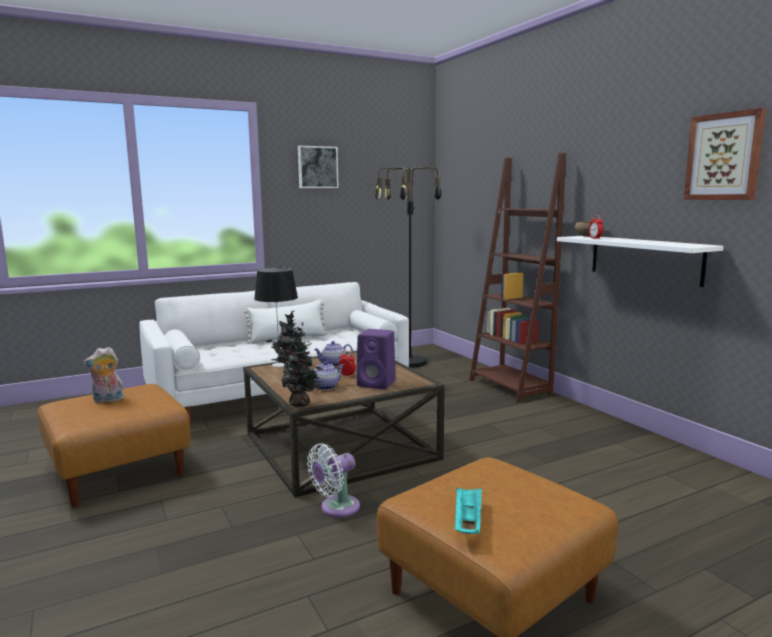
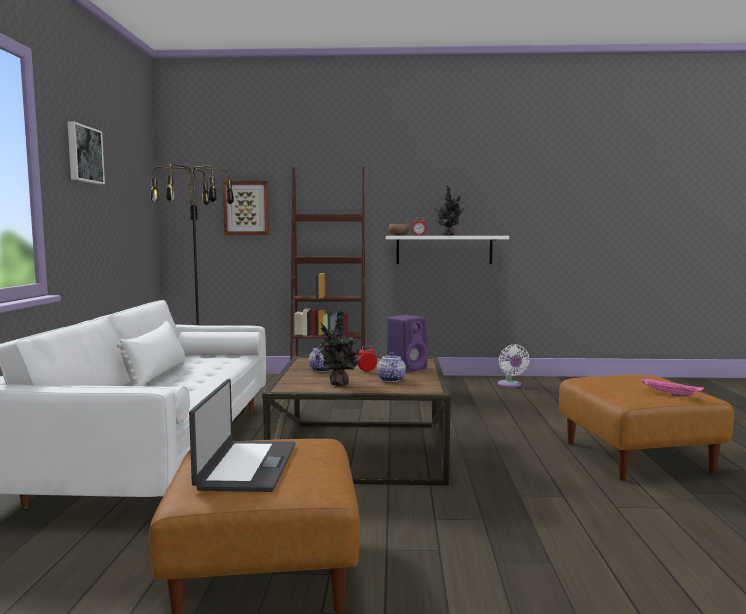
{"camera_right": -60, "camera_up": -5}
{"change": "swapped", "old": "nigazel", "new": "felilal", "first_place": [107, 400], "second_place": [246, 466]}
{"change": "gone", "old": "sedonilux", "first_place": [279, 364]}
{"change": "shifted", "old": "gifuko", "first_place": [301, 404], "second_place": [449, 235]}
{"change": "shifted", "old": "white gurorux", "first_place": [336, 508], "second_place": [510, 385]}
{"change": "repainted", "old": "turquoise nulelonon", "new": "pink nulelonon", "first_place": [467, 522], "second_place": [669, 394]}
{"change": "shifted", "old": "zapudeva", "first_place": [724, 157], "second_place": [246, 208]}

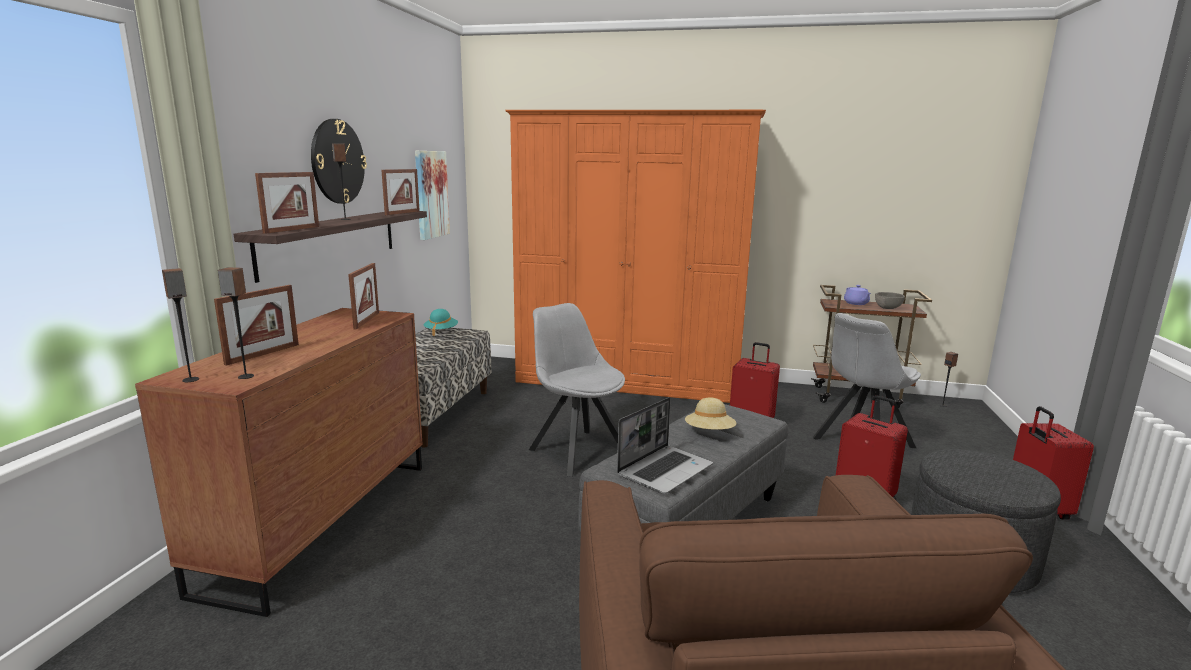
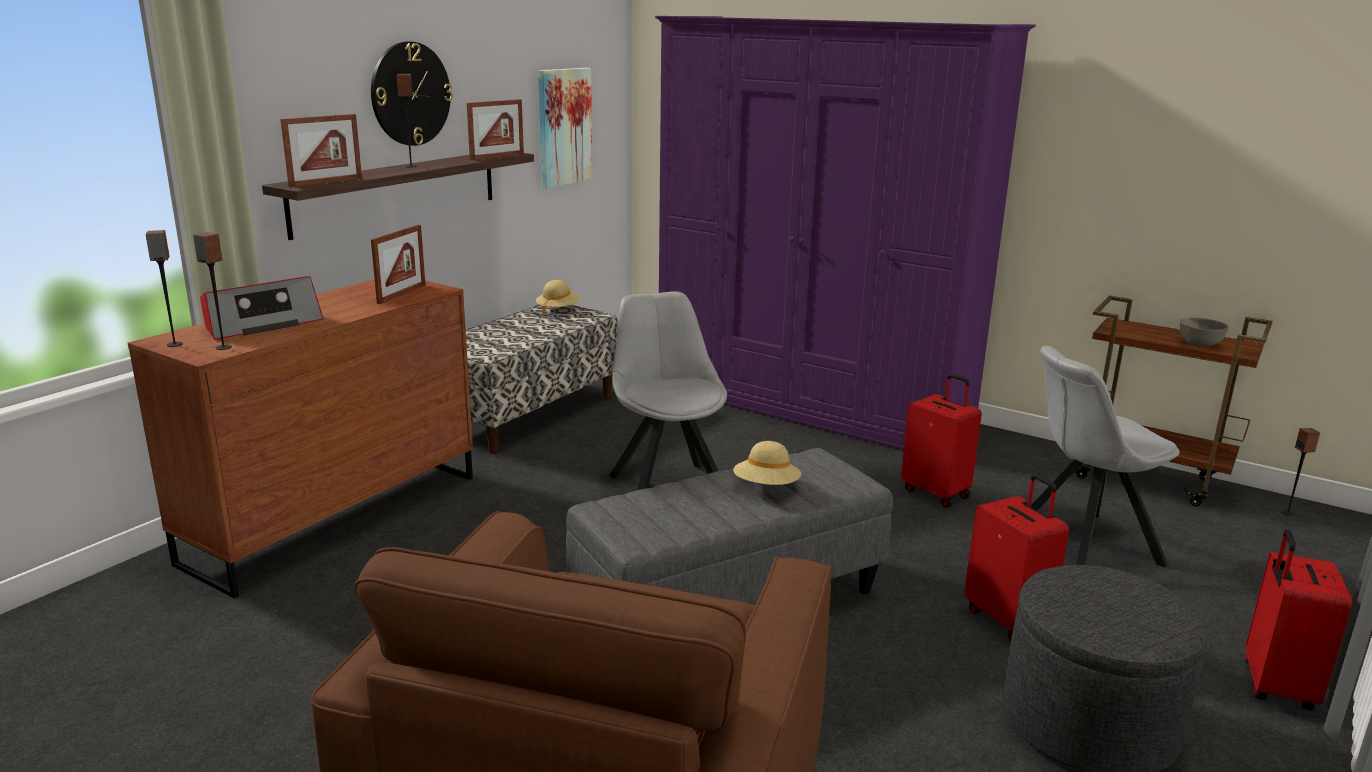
{"camera_right": 20, "camera_up": 5}
{"change": "swapped", "old": "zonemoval", "new": "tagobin", "first_place": [263, 354], "second_place": [261, 324]}
{"change": "repainted", "old": "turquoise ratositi", "new": "beige ratositi", "first_place": [441, 331], "second_place": [558, 309]}
{"change": "repainted", "old": "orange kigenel", "new": "purple kigenel", "first_place": [629, 381], "second_place": [811, 406]}
{"change": "gone", "old": "felilal", "first_place": [665, 470]}
{"change": "gone", "old": "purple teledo", "first_place": [856, 303]}

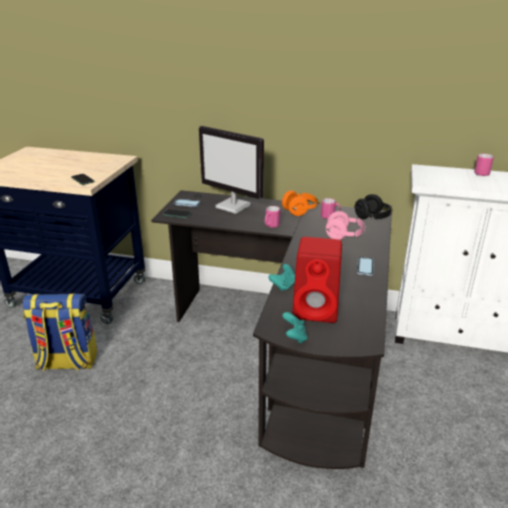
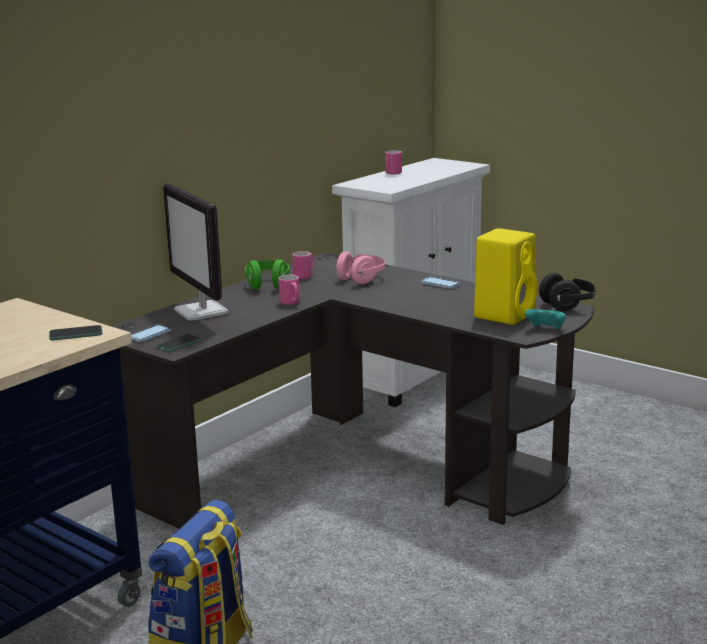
{"camera_right": -65, "camera_up": -10}
{"change": "rotated", "old": "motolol", "first_place": [233, 206], "second_place": [202, 312], "degrees": 90}
{"change": "gone", "old": "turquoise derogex", "first_place": [283, 286]}
{"change": "repainted", "old": "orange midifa", "new": "green midifa", "first_place": [300, 211], "second_place": [267, 285]}
{"change": "repainted", "old": "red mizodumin", "new": "yellow mizodumin", "first_place": [317, 310], "second_place": [505, 314]}
{"change": "shifted", "old": "black midifa", "first_place": [372, 218], "second_place": [568, 305]}

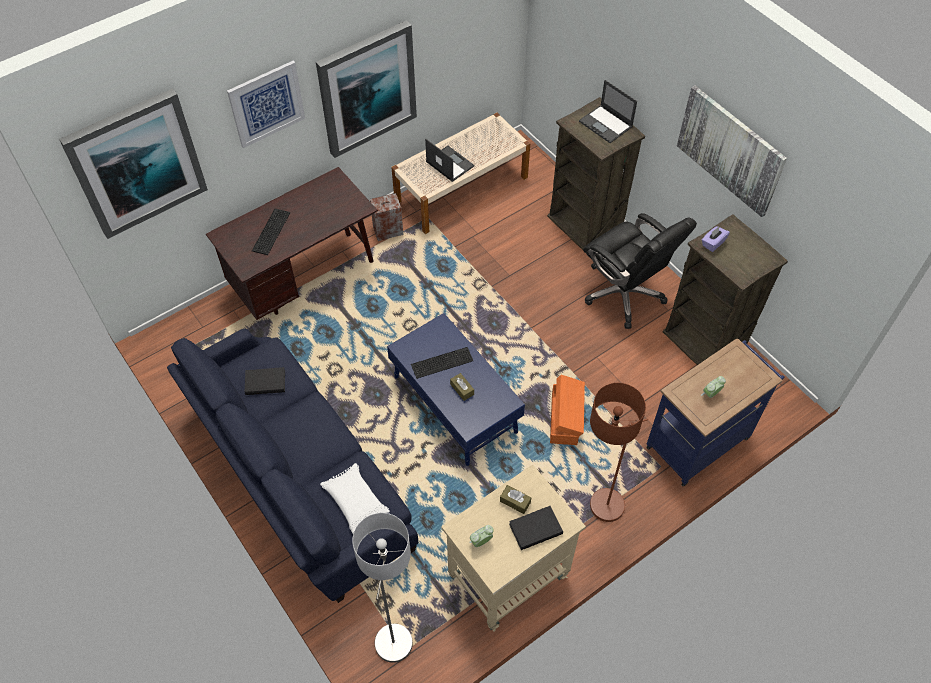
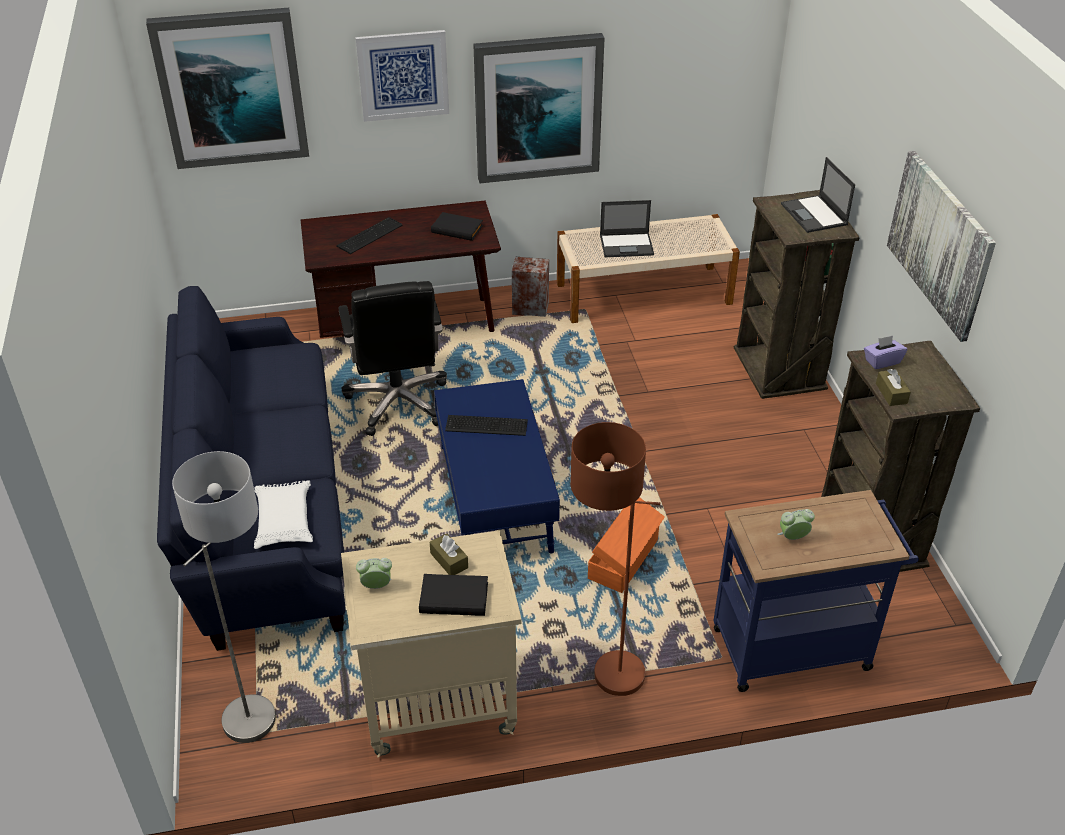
{"camera_right": 25, "camera_up": -15}
{"change": "shifted", "old": "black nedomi", "first_place": [265, 382], "second_place": [458, 228]}
{"change": "rotated", "old": "felilal", "first_place": [449, 163], "second_place": [627, 245], "degrees": 105}
{"change": "shifted", "old": "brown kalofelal", "first_place": [462, 389], "second_place": [891, 393]}
{"change": "shifted", "old": "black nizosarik", "first_place": [623, 294], "second_place": [398, 401]}

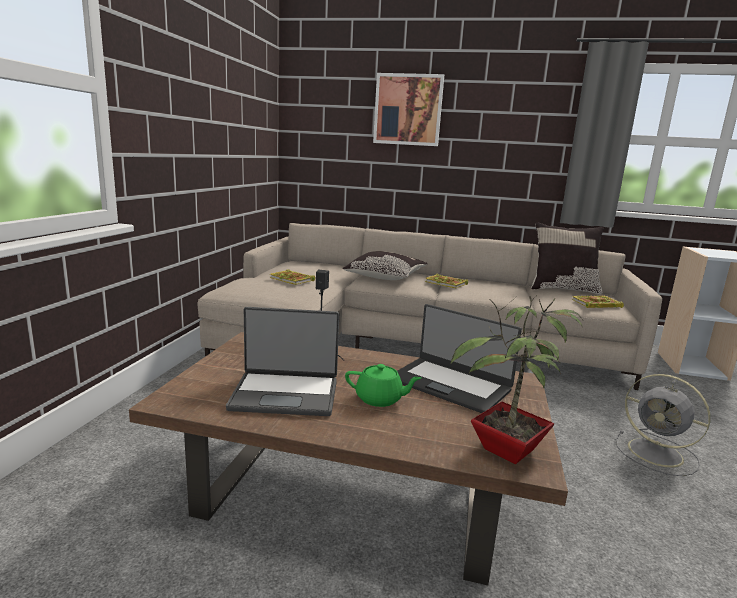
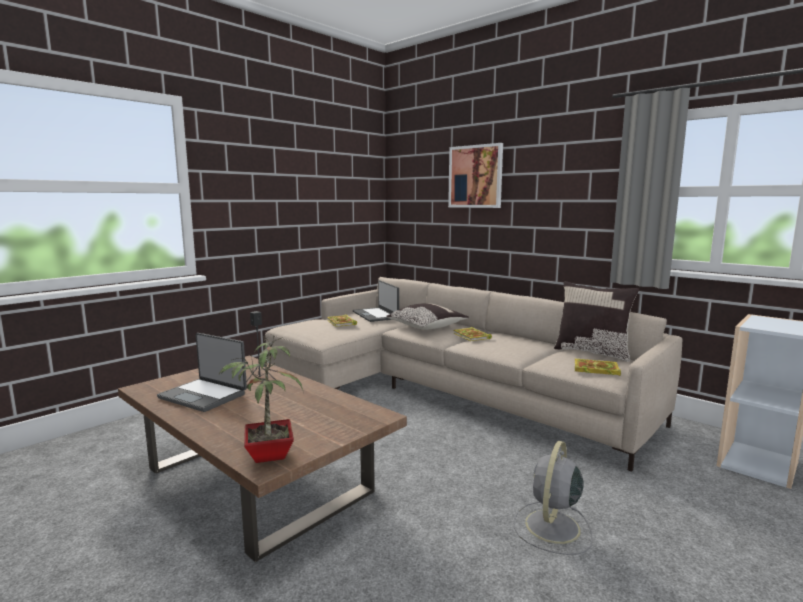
{"camera_right": 30, "camera_up": -5}
{"change": "gone", "old": "green teledo", "first_place": [380, 399]}
{"change": "shifted", "old": "felilal", "first_place": [450, 384], "second_place": [376, 315]}
{"change": "rotated", "old": "grey gurorux", "first_place": [657, 454], "second_place": [551, 528], "degrees": 45}

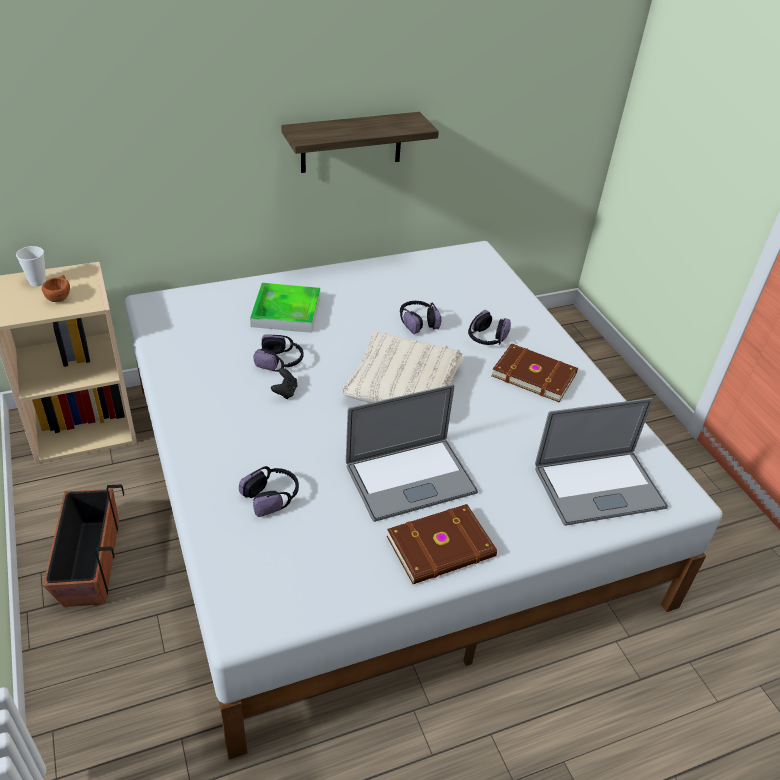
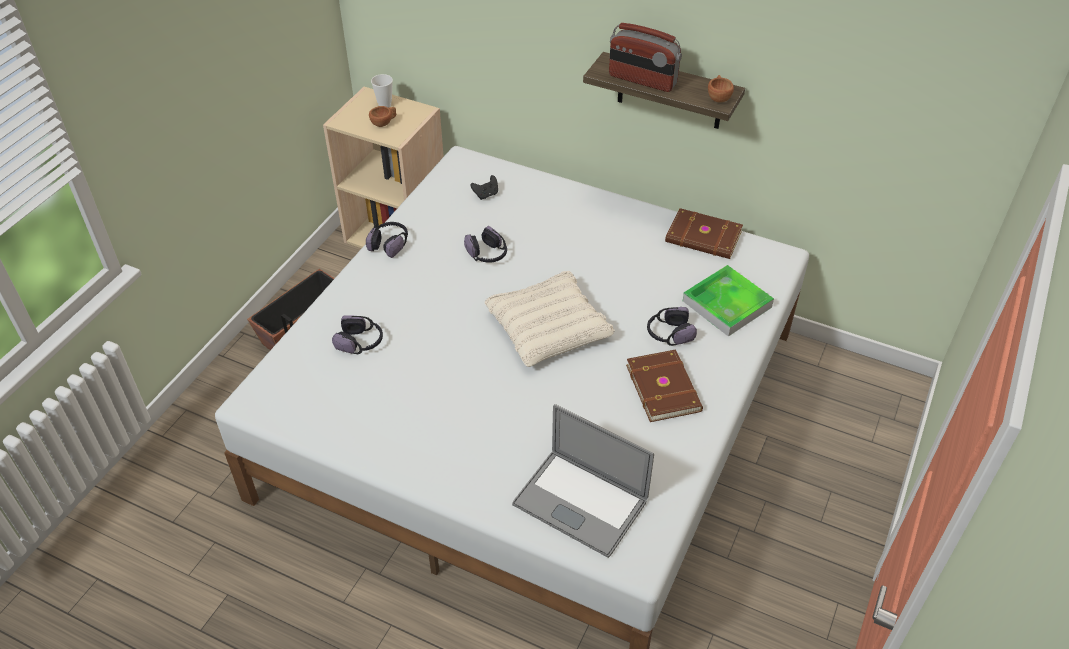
{"camera_right": 50, "camera_up": 5}
{"change": "shifted", "old": "nulelonon", "first_place": [286, 311], "second_place": [727, 304]}
{"change": "shifted", "old": "black derogex", "first_place": [285, 392], "second_place": [486, 194]}
{"change": "gone", "old": "felilal", "first_place": [410, 479]}
{"change": "shifted", "old": "brown nedomi", "first_place": [442, 548], "second_place": [703, 238]}
{"change": "shifted", "old": "midifa", "first_place": [418, 322], "second_place": [389, 244]}
{"change": "new", "new": "tagobin", "second_place": [642, 80]}
{"change": "new", "new": "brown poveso", "second_place": [718, 97]}

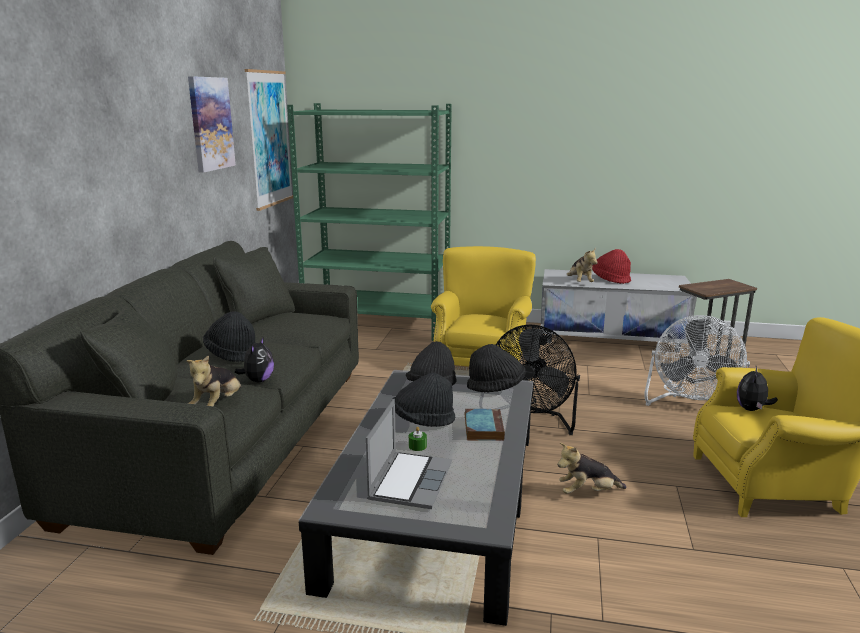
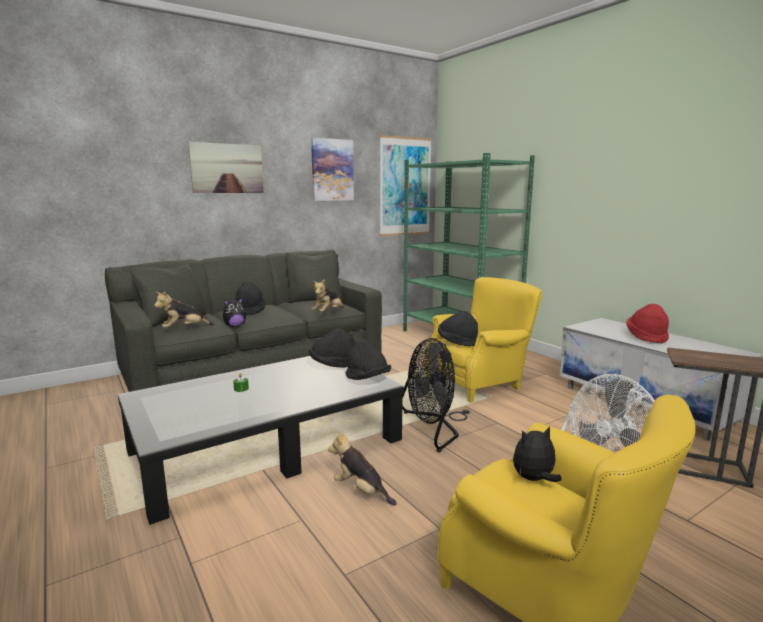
{"camera_right": 45, "camera_up": -5}
{"change": "gone", "old": "felilal", "first_place": [409, 481]}
{"change": "shifted", "old": "black ratositi", "first_place": [423, 421], "second_place": [457, 342]}
{"change": "gone", "old": "nedomi", "first_place": [483, 428]}
{"change": "shifted", "old": "nigazel", "first_place": [579, 282], "second_place": [328, 312]}
{"change": "new", "new": "zapudeva", "second_place": [227, 168]}

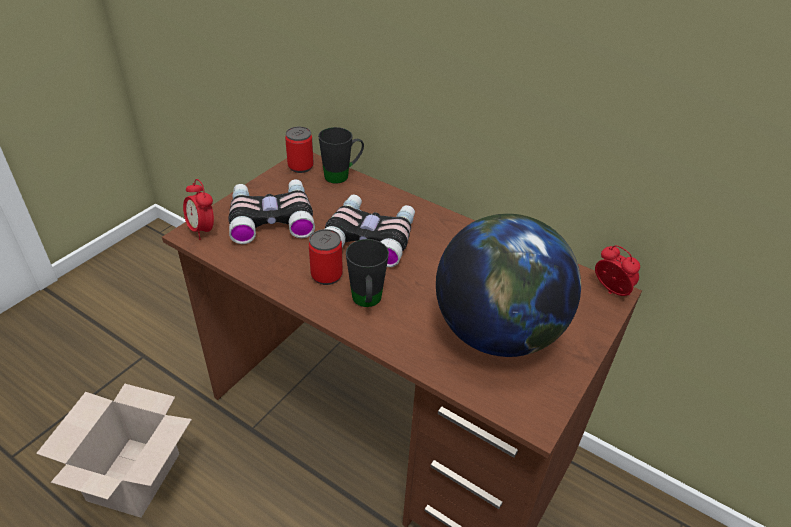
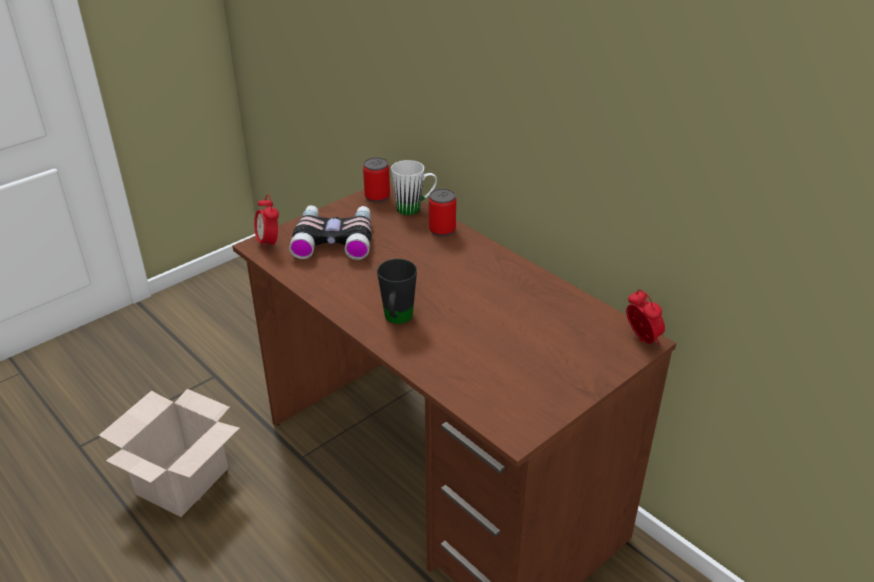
{"camera_right": 15, "camera_up": -5}
{"change": "shifted", "old": "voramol", "first_place": [326, 275], "second_place": [442, 230]}
{"change": "repainted", "old": "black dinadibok", "new": "white dinadibok", "first_place": [342, 175], "second_place": [415, 208]}
{"change": "gone", "old": "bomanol", "first_place": [370, 236]}
{"change": "gone", "old": "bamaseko", "first_place": [497, 332]}

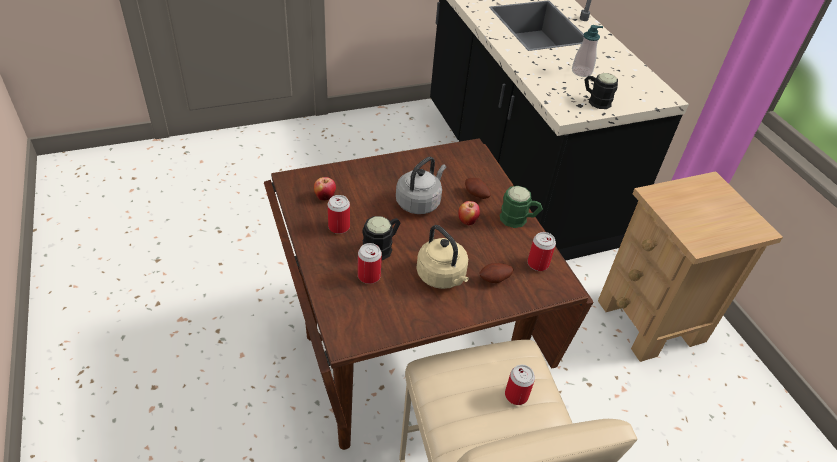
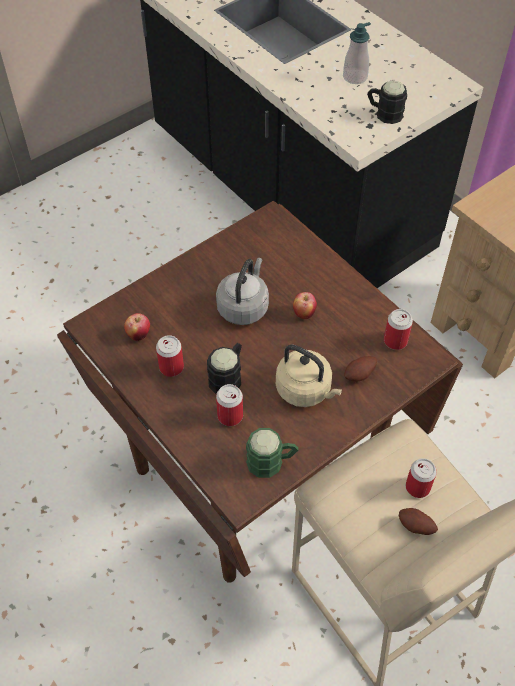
{"camera_right": -15, "camera_up": 10}
{"change": "shifted", "old": "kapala", "first_place": [476, 195], "second_place": [415, 527]}
{"change": "shifted", "old": "green dinadibok", "first_place": [518, 219], "second_place": [271, 462]}

